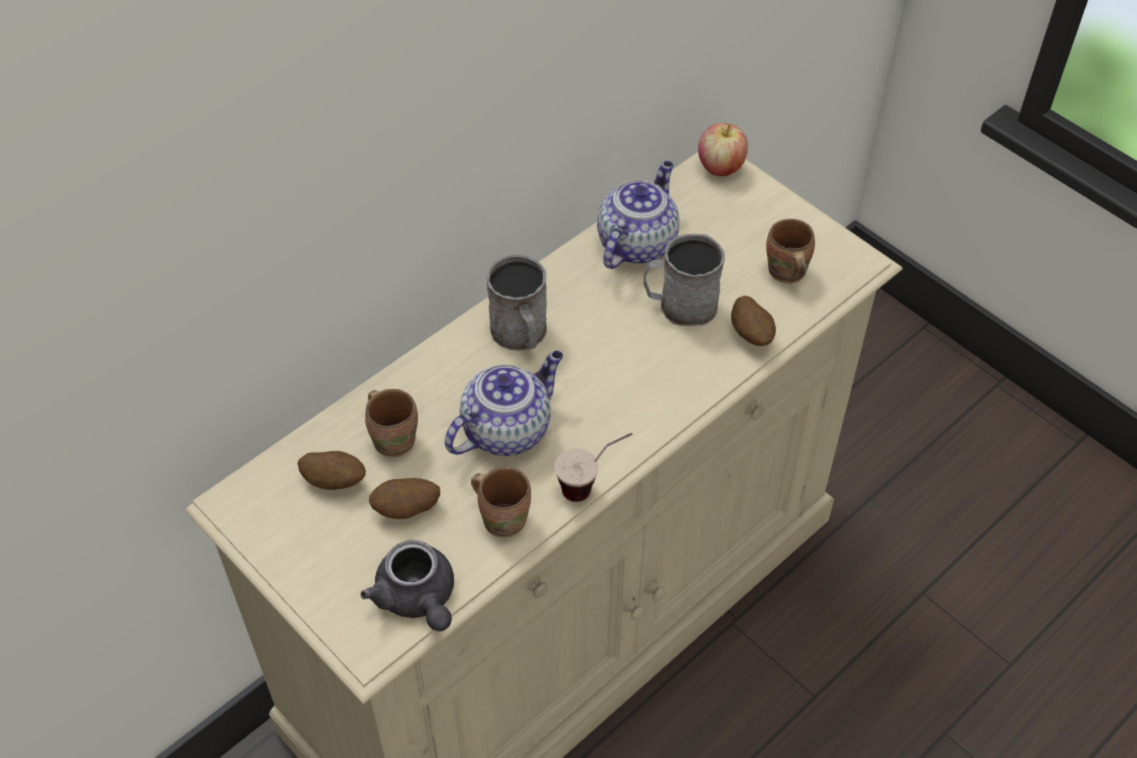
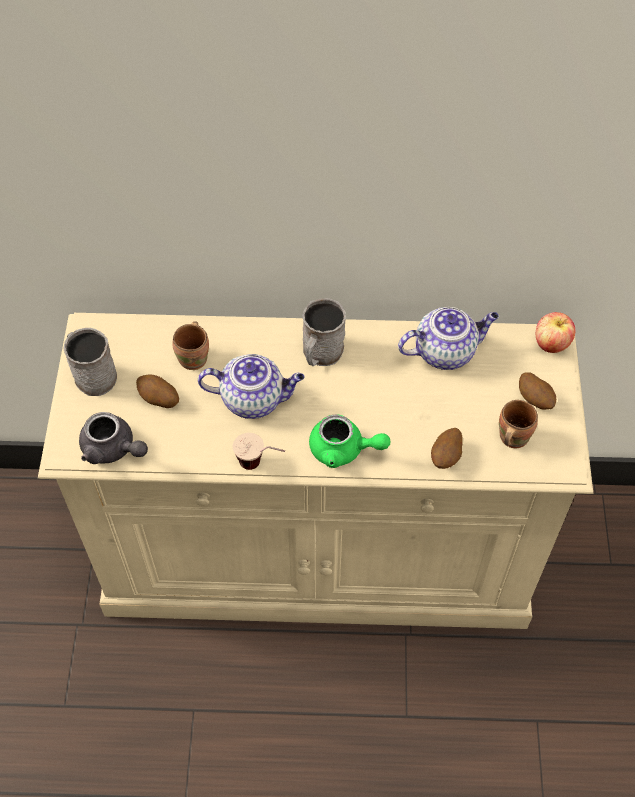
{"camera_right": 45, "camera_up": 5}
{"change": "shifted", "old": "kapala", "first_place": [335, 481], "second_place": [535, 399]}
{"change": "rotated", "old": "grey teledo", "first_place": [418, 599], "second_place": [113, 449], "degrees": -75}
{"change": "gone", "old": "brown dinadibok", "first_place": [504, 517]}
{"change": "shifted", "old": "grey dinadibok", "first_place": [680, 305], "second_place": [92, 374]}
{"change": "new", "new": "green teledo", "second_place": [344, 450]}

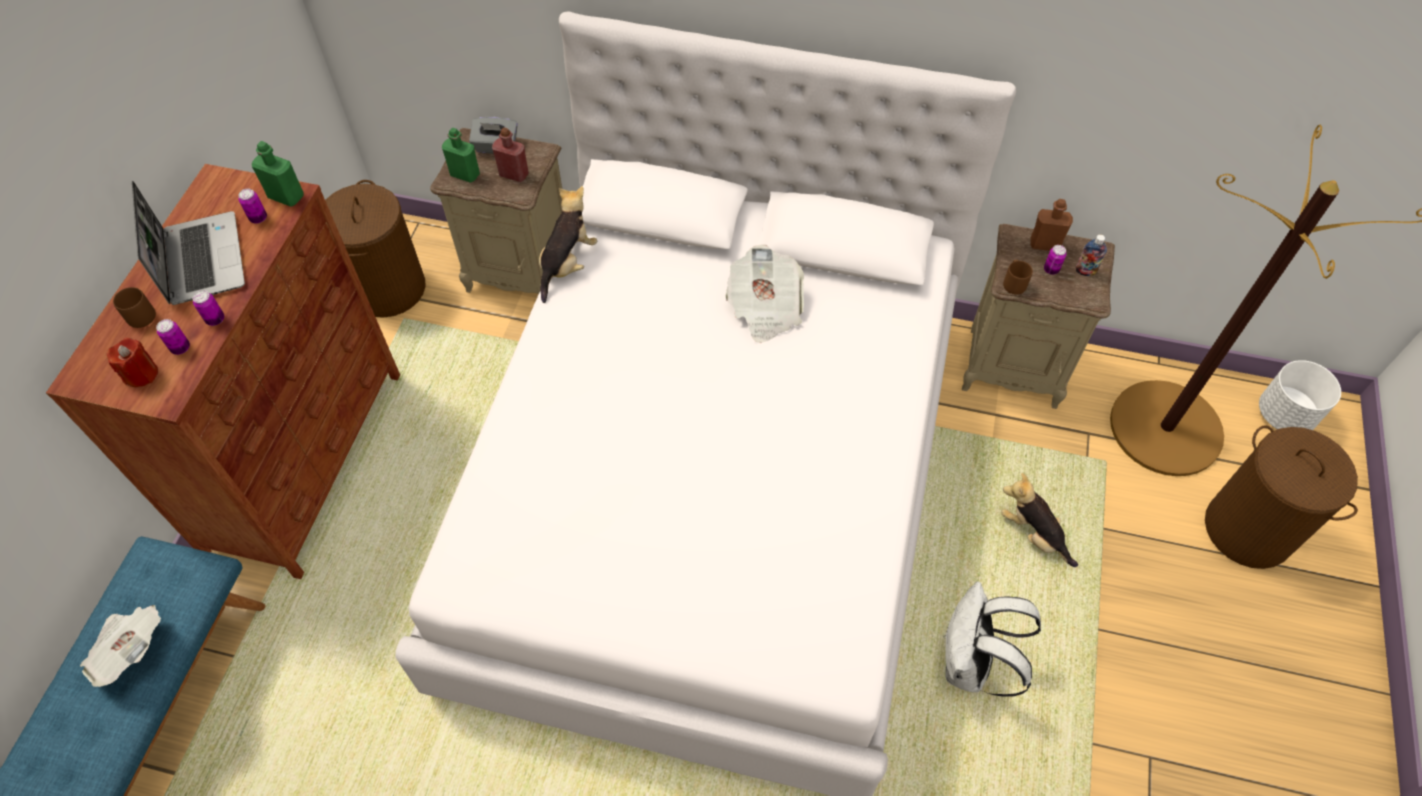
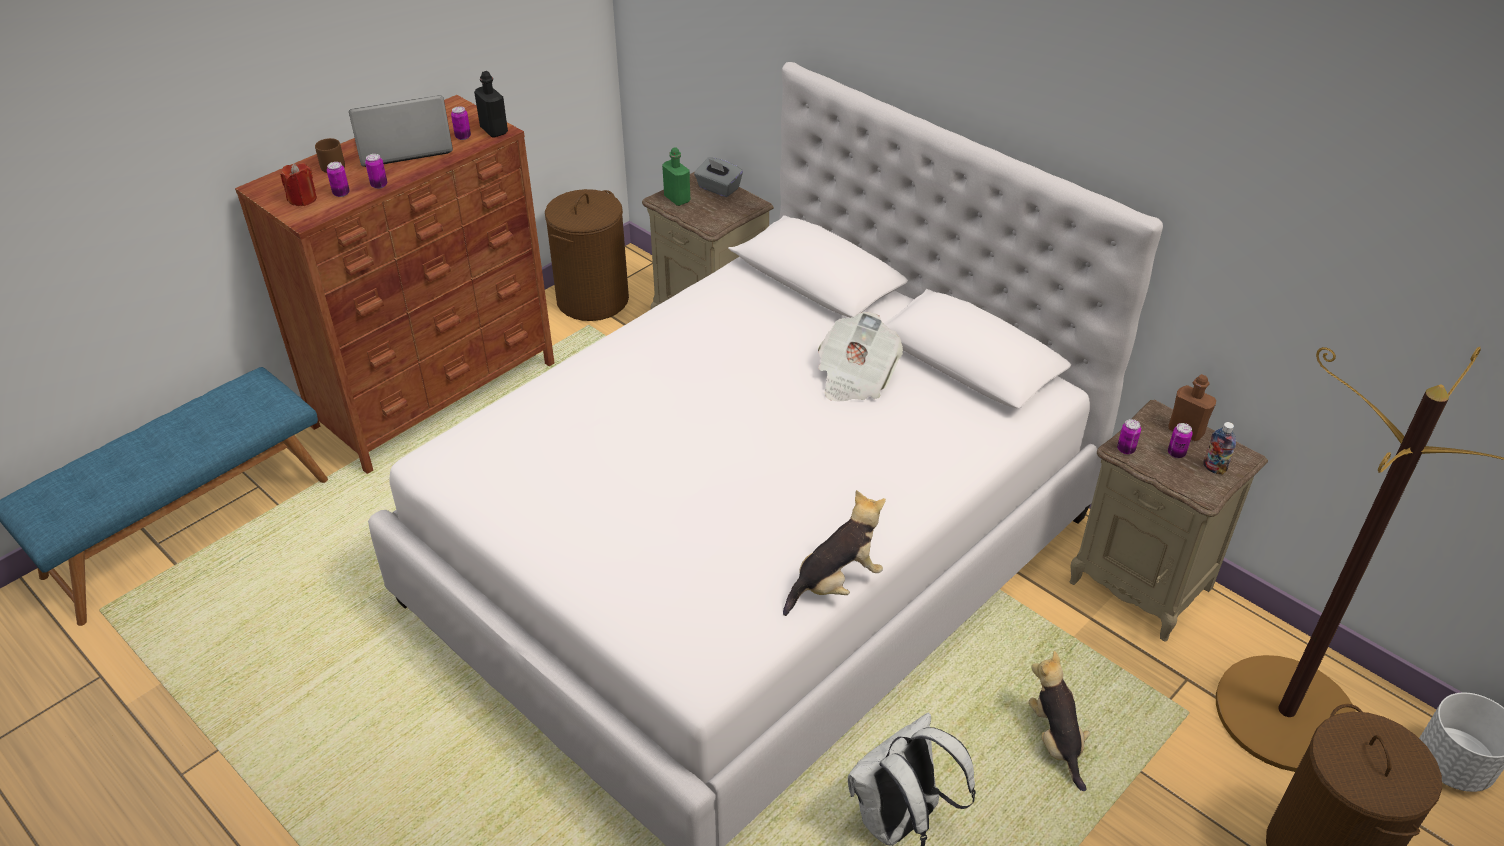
{"camera_right": 30, "camera_up": -15}
{"change": "gone", "old": "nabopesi", "first_place": [131, 650]}
{"change": "rotated", "old": "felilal", "first_place": [201, 259], "second_place": [402, 148], "degrees": -120}
{"change": "repainted", "old": "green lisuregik", "new": "black lisuregik", "first_place": [286, 196], "second_place": [494, 130]}
{"change": "gone", "old": "red lisuregik", "first_place": [514, 174]}
{"change": "shifted", "old": "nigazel", "first_place": [567, 264], "second_place": [836, 583]}
{"change": "swapped", "old": "brown dinadibok", "new": "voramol", "first_place": [1014, 283], "second_place": [1125, 449]}

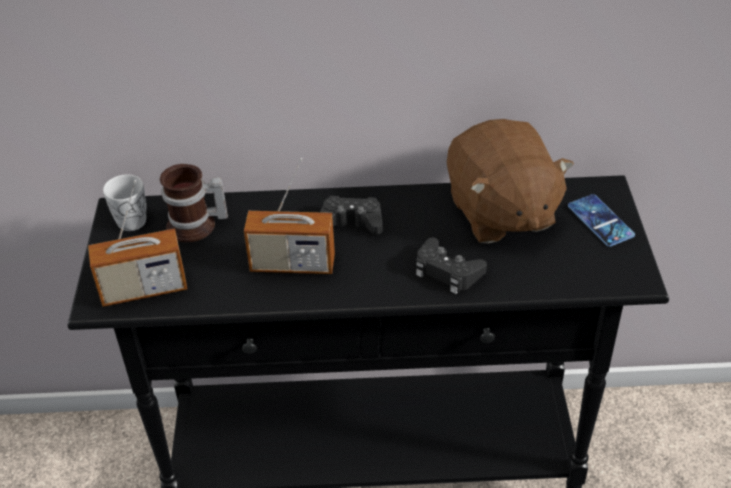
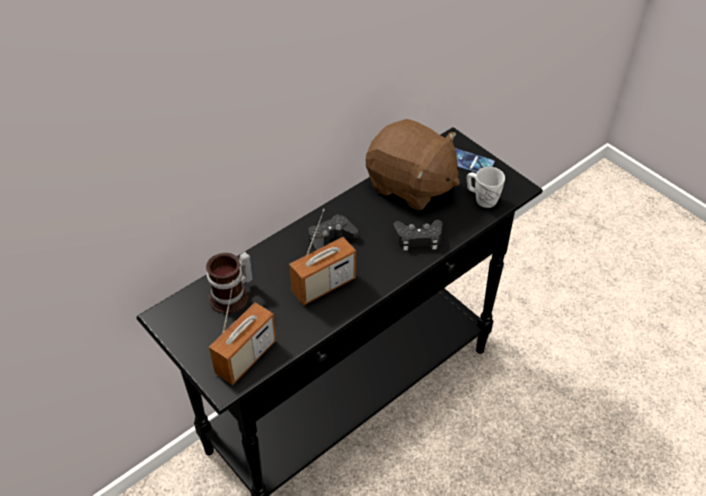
{"camera_right": -40, "camera_up": 5}
{"change": "shifted", "old": "white dinadibok", "first_place": [130, 217], "second_place": [482, 198]}

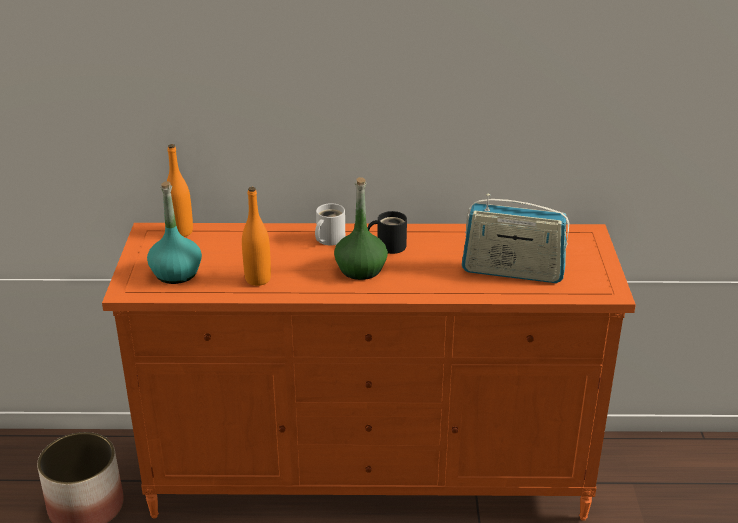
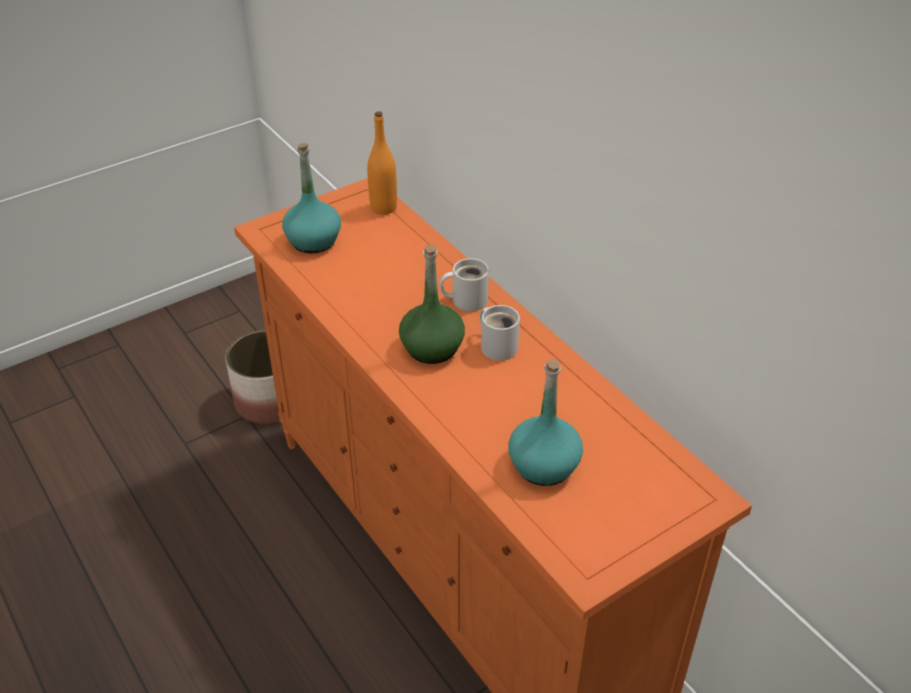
{"camera_right": 55, "camera_up": 10}
{"change": "gone", "old": "orange lisuregik", "first_place": [258, 279]}
{"change": "repainted", "old": "black dinadibok", "new": "white dinadibok", "first_place": [388, 245], "second_place": [498, 345]}
{"change": "swapped", "old": "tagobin", "new": "turquoise lisuregik", "first_place": [512, 271], "second_place": [544, 465]}

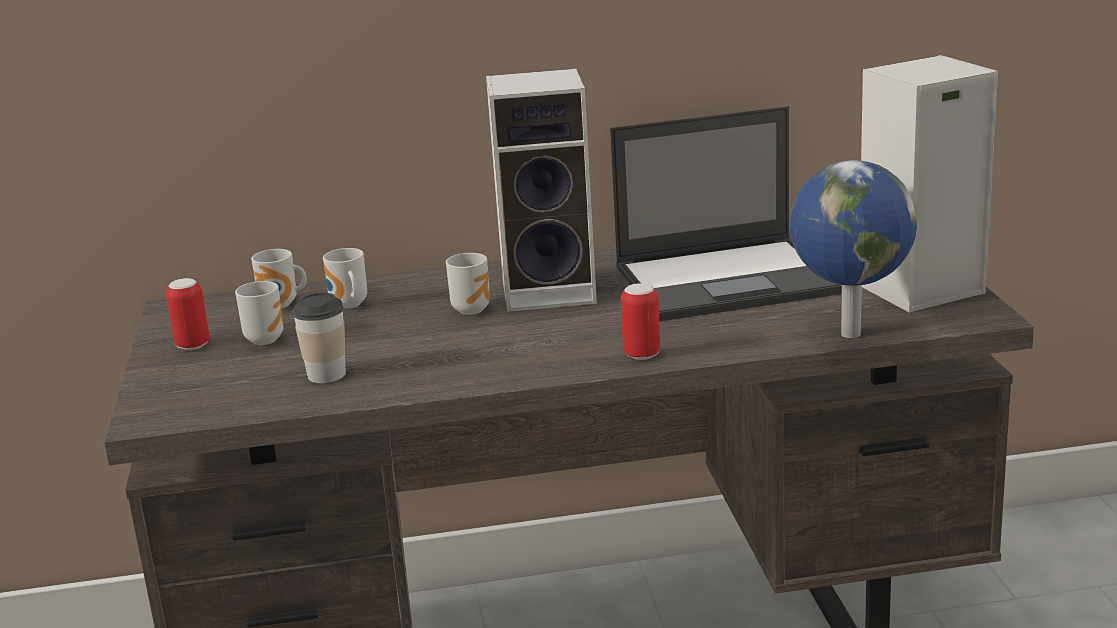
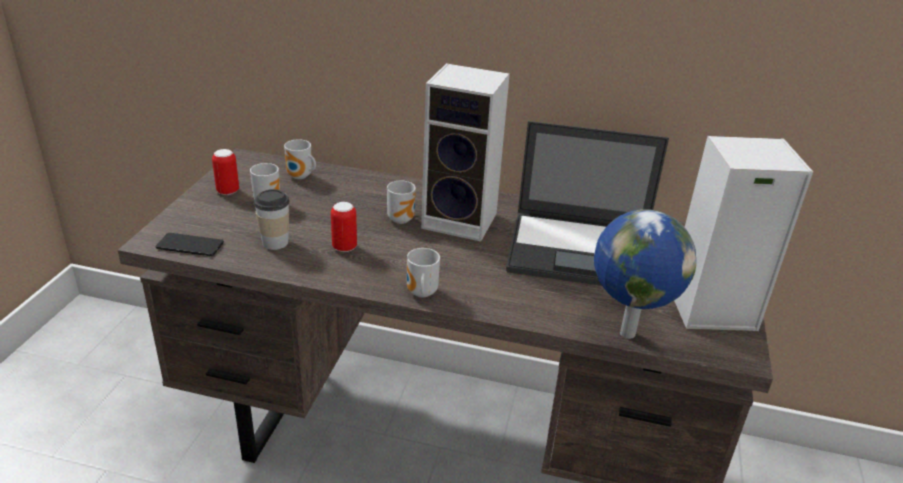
{"camera_right": 20, "camera_up": 10}
{"change": "shifted", "old": "dinadibok", "first_place": [348, 306], "second_place": [420, 294]}
{"change": "shifted", "old": "voramol", "first_place": [641, 354], "second_place": [344, 247]}
{"change": "new", "new": "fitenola", "second_place": [190, 245]}

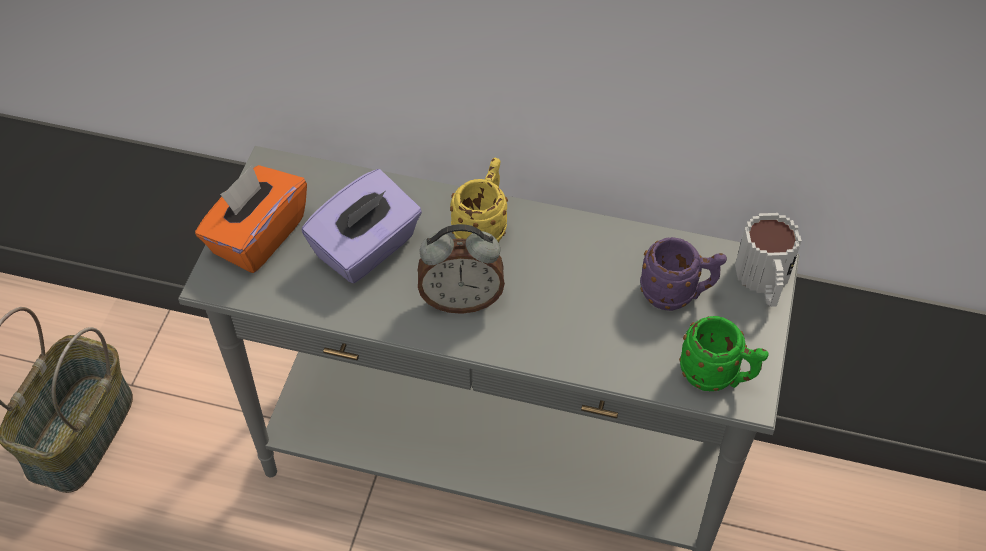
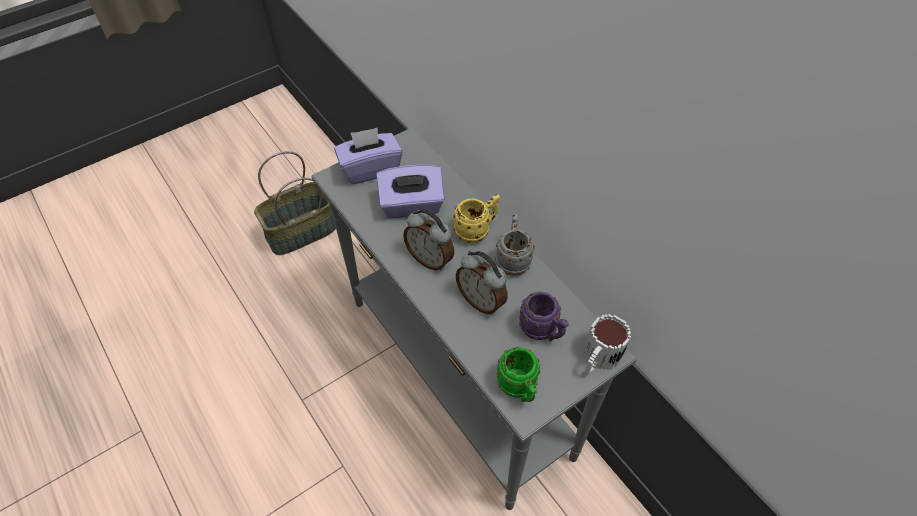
{"camera_right": 40, "camera_up": 0}
{"change": "repainted", "old": "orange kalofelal", "new": "purple kalofelal", "first_place": [257, 236], "second_place": [370, 169]}
{"change": "new", "new": "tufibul", "second_place": [481, 300]}
{"change": "new", "new": "grey dinadibok", "second_place": [513, 259]}

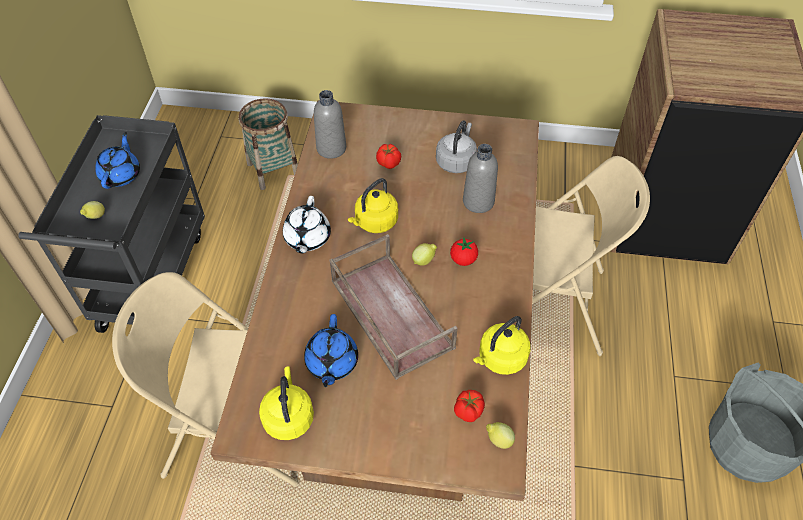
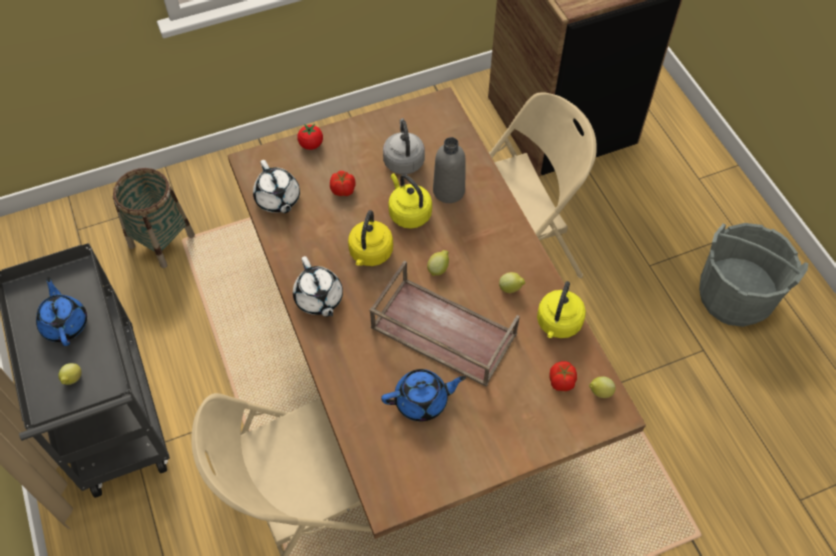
{"camera_right": -30, "camera_up": 5}
{"change": "shifted", "old": "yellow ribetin", "first_place": [288, 416], "second_place": [408, 213]}
{"change": "rotated", "old": "blue teledo", "first_place": [331, 363], "second_place": [422, 400], "degrees": -75}
{"change": "swapped", "old": "grey lisuregik", "new": "white teledo", "first_place": [331, 148], "second_place": [278, 199]}
{"change": "shifted", "old": "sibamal", "first_place": [463, 259], "second_place": [311, 144]}
{"change": "new", "new": "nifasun", "second_place": [511, 288]}

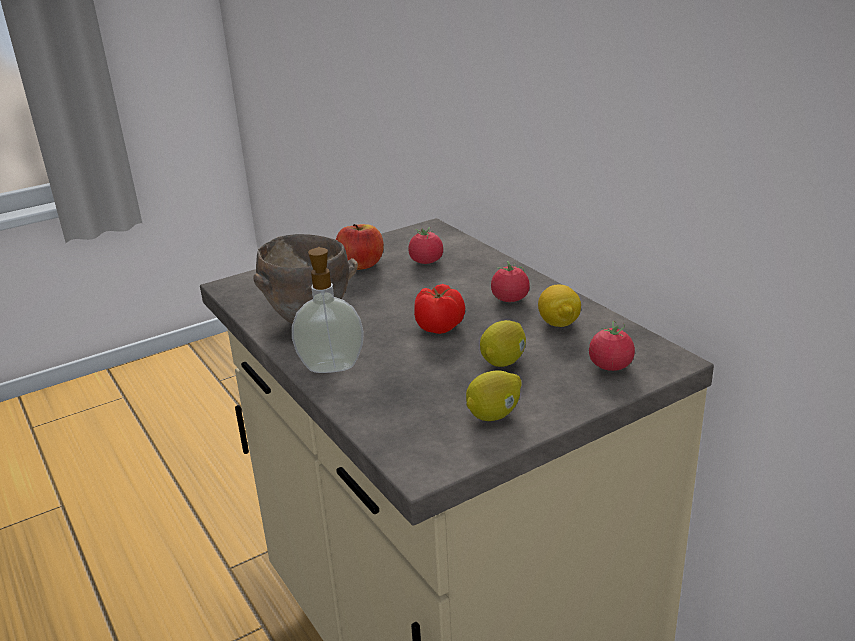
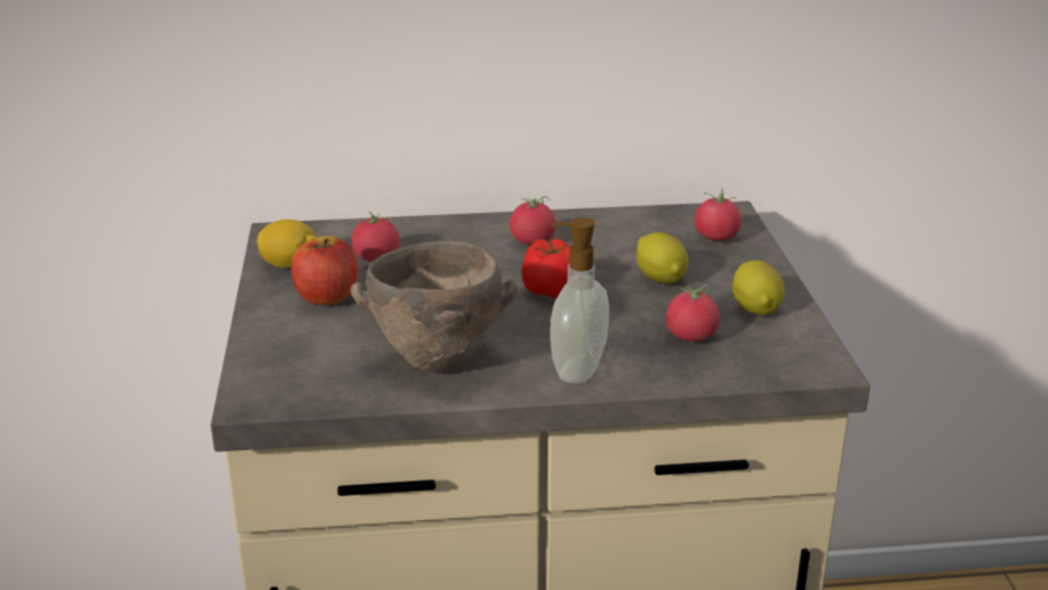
{"camera_right": -65, "camera_up": 0}
{"change": "shifted", "old": "nifasun", "first_place": [558, 323], "second_place": [289, 265]}
{"change": "new", "new": "sibamal", "second_place": [691, 336]}

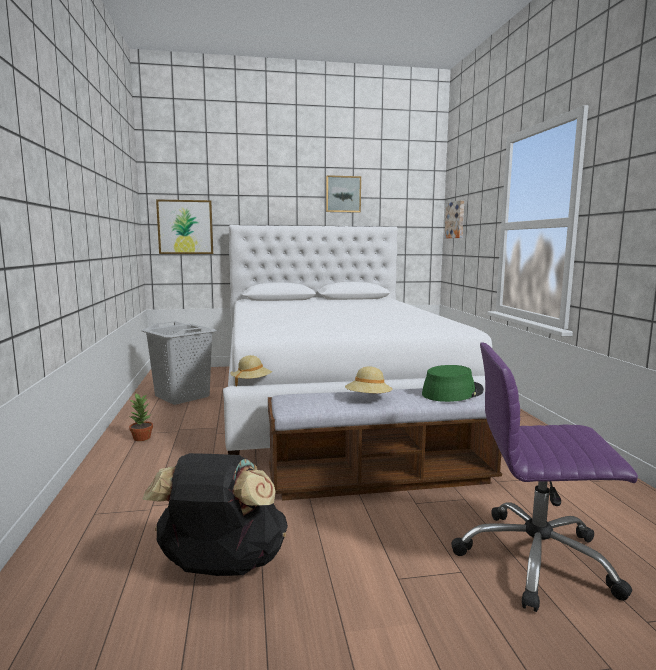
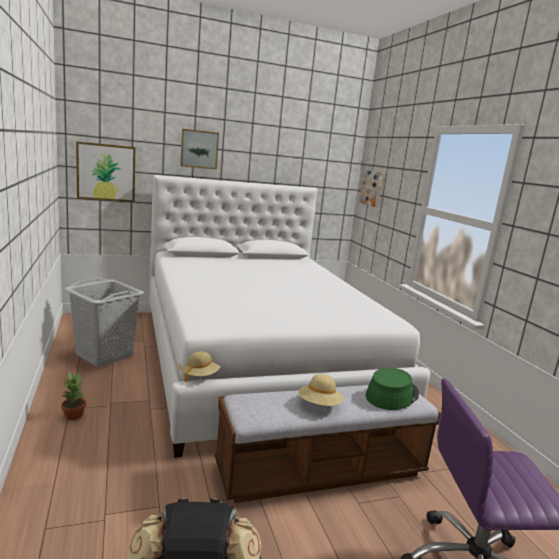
{"camera_right": -10, "camera_up": 5}
{"change": "shifted", "old": "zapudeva", "first_place": [343, 194], "second_place": [199, 149]}

